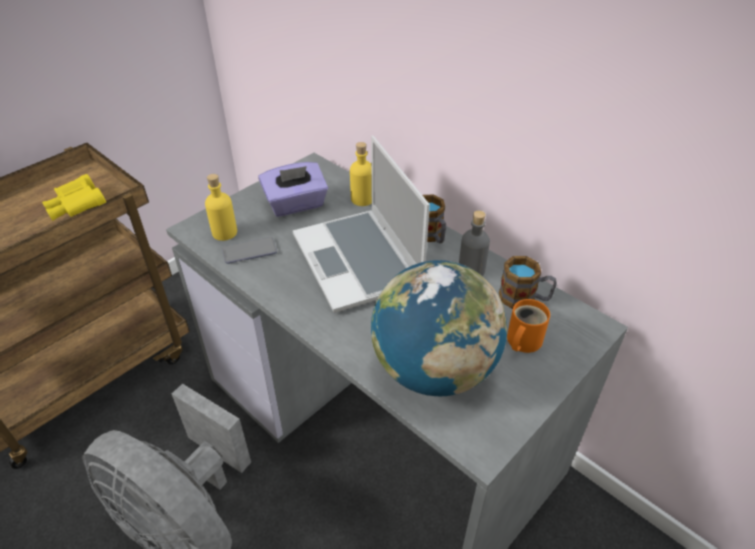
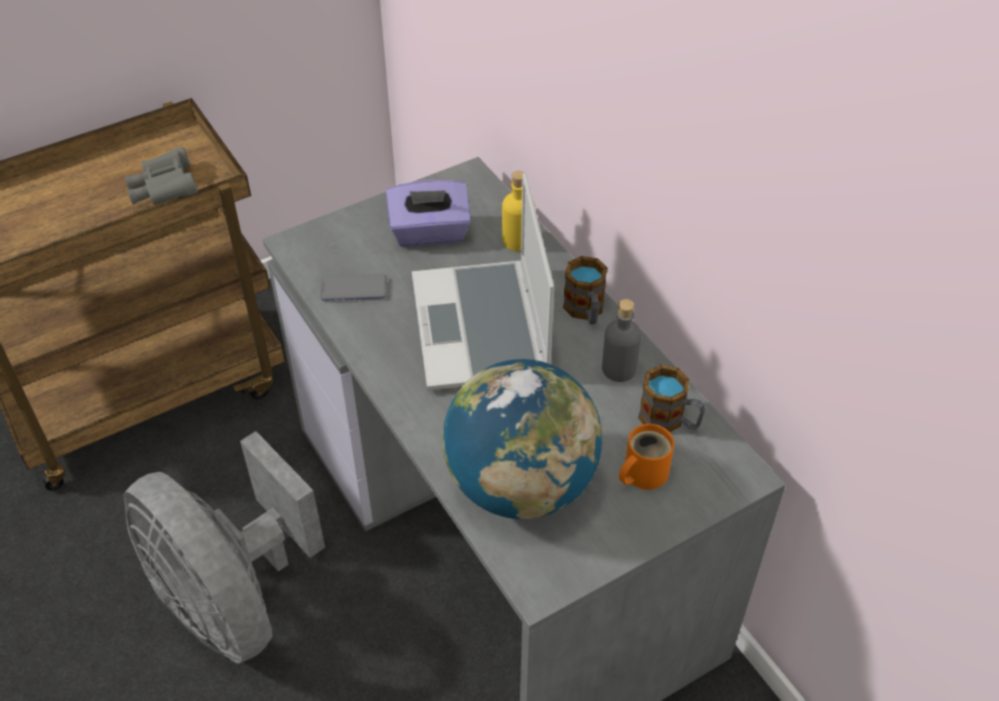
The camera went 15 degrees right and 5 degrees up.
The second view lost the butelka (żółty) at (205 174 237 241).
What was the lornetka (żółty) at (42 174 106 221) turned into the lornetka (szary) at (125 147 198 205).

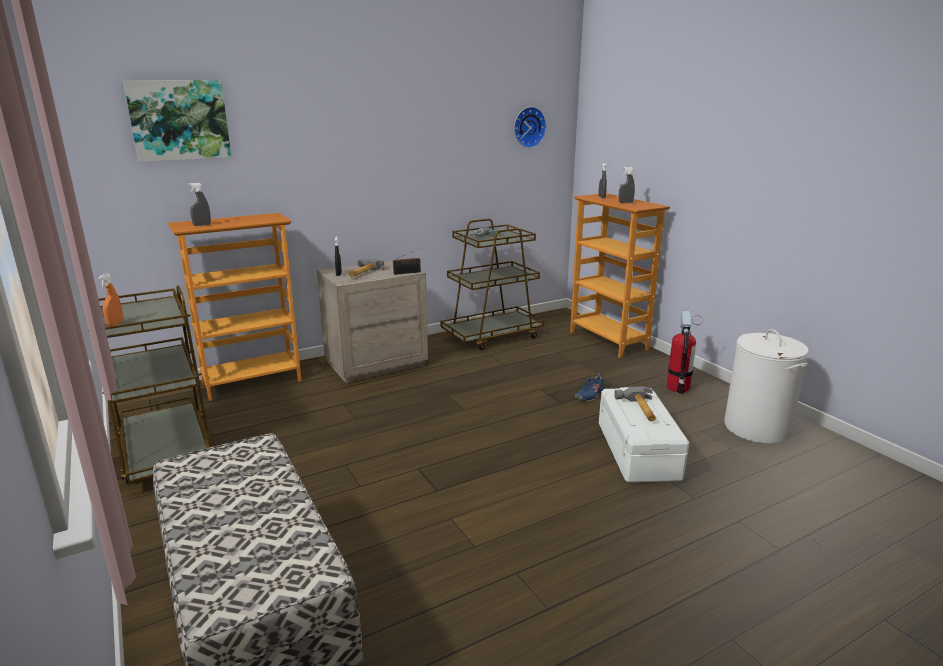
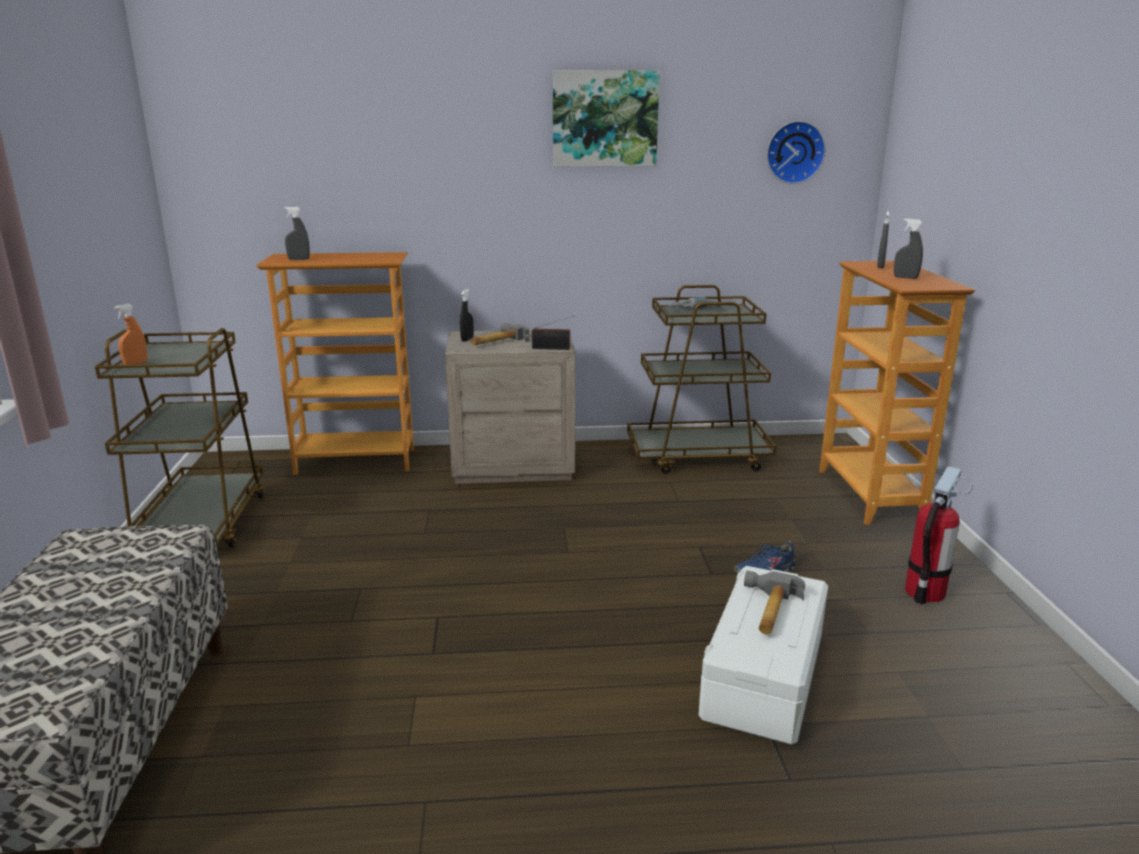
The camera went 25 degrees right and 0 degrees up.
The second view lost the kosz na pranie (biały) at (724 329 809 444).
The obraz ended up elsewhere, having gone from (123 80 231 162) to (552 70 660 167).

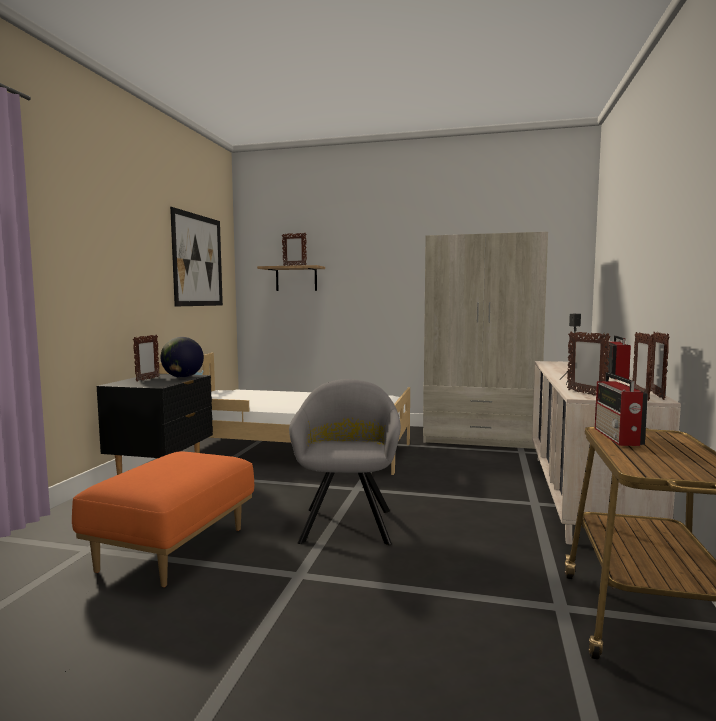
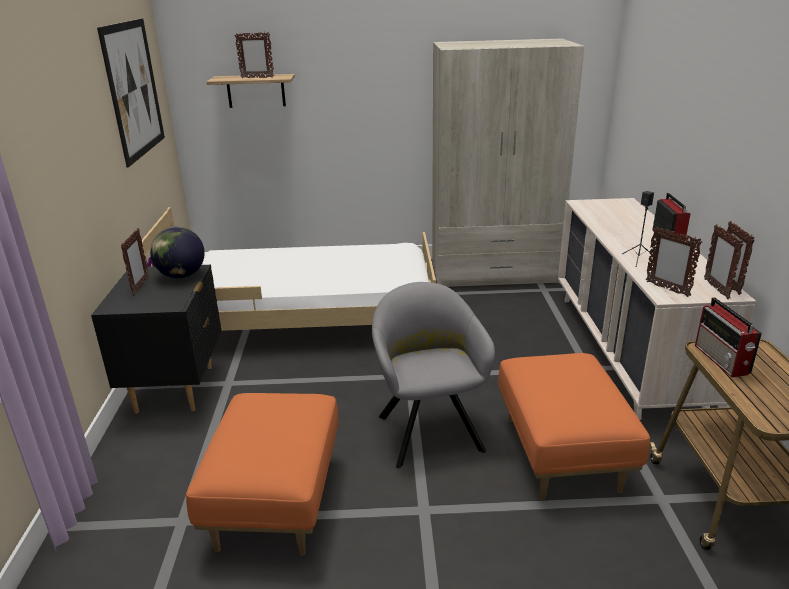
The camera went 15 degrees left and 20 degrees up.
The second view gained the pufa (pomarańczowy) at (498 353 650 500).

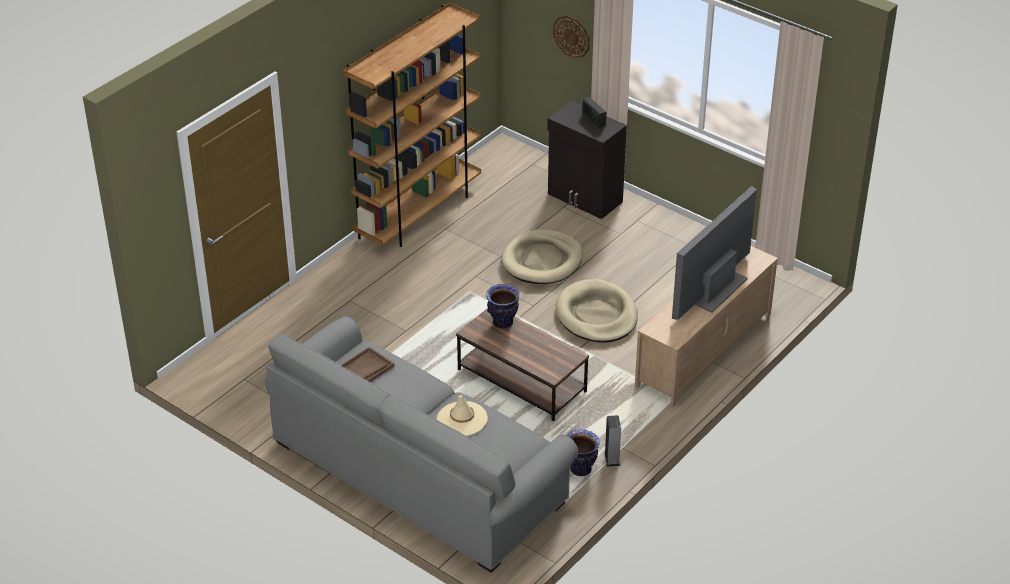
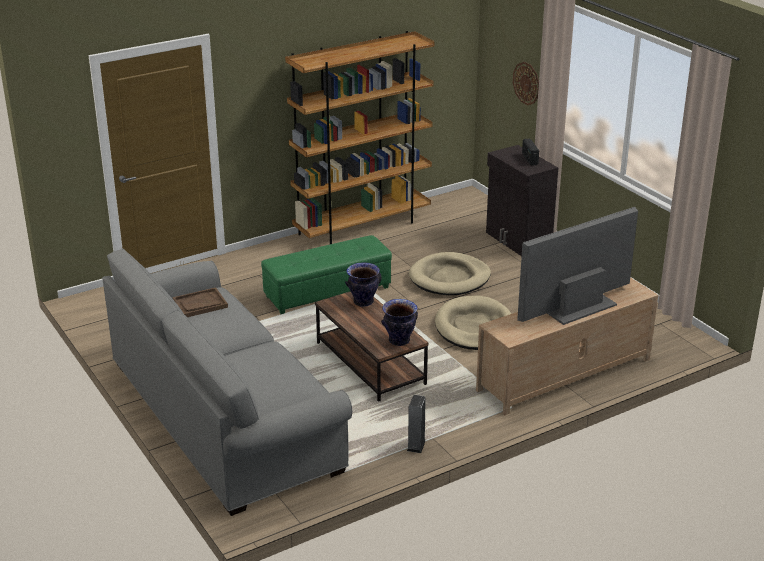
The camera went 20 degrees right and 10 degrees down.
The second view lost the kapelusz (beżowy) at (437 395 488 436).
The second view gained the pufa (zielony) at (261 235 392 314).
The wazon ended up elsewhere, having gone from (567 429 600 476) to (381 299 418 346).

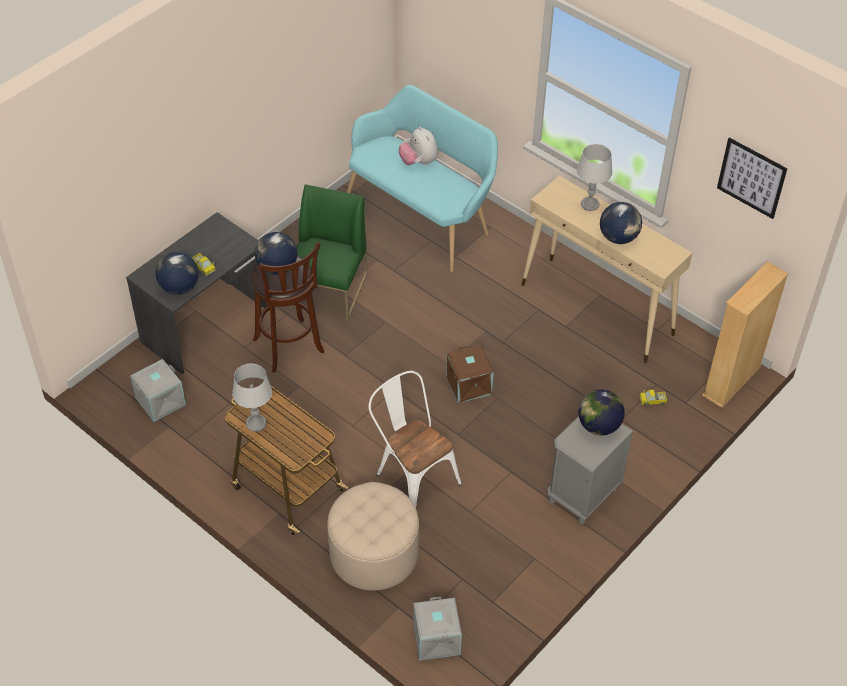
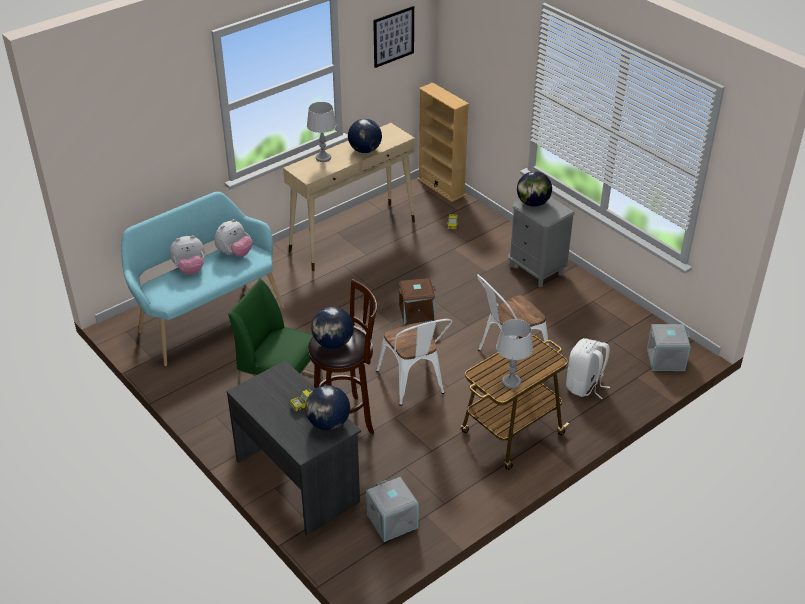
The camera went 80 degrees left and 10 degrees down.
The second view gained the pluszak at (214 219 253 257).
The second view gained the krzesło (biały) at (376 319 452 406).
Where the pufa (beżowy) stood at (327 482 419 591), the plecak (biały) came to stand at (566 338 610 399).

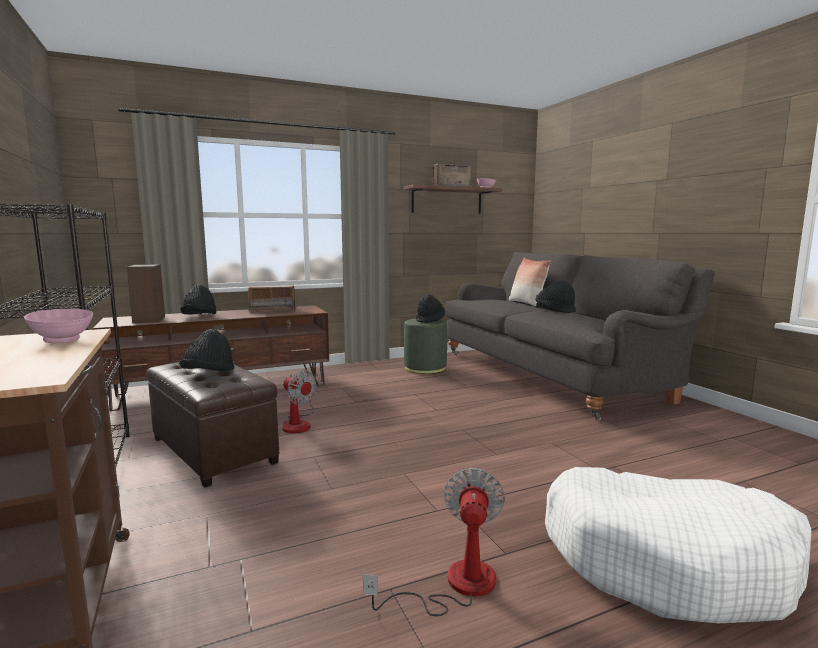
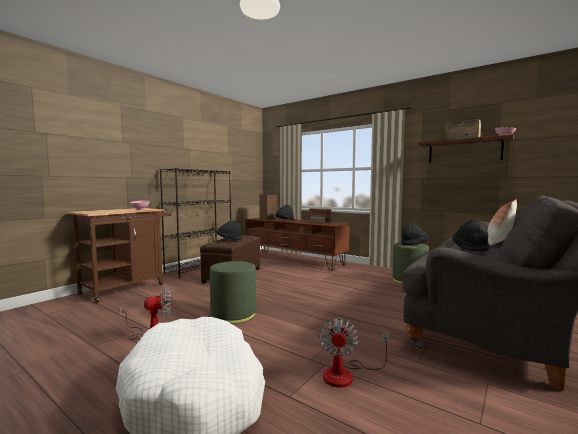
The camera went 60 degrees right and 5 degrees down.
The second view gained the pufa (zielony) at (210 261 256 324).
The wentylator ended up elsewhere, having gone from (282 370 316 434) to (319 318 389 387).

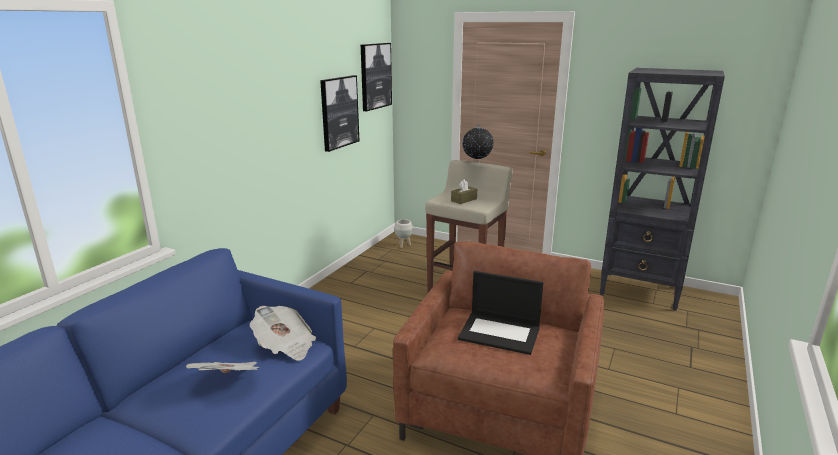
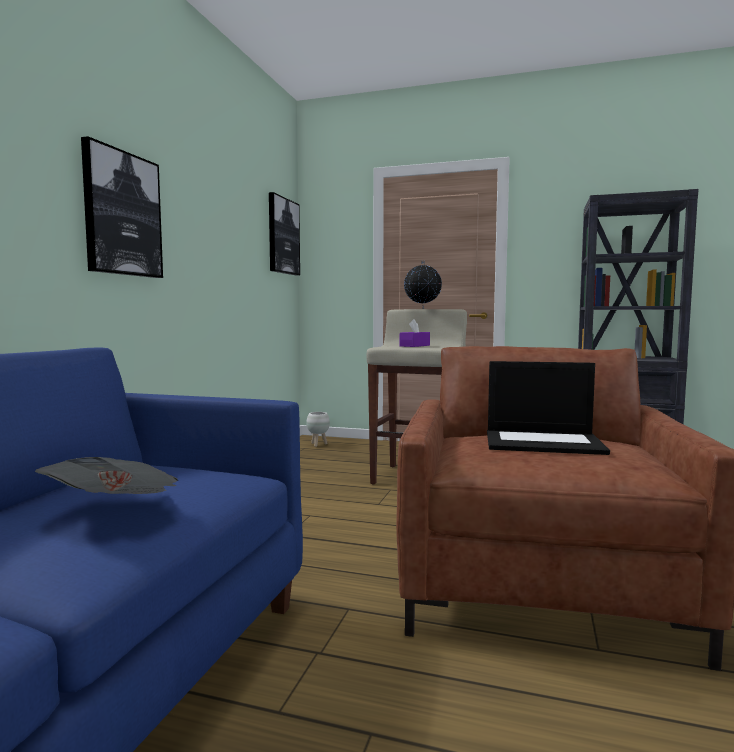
The camera went 10 degrees left and 15 degrees down.
The second view lost the gazeta at (250 306 316 361).
The obraz ended up elsewhere, having gone from (320 75 359 152) to (81 136 163 278).
What was the pudełko chusteczek (brązowy) at (451 179 477 204) turned into the pudełko chusteczek (fioletowy) at (400 319 430 347).

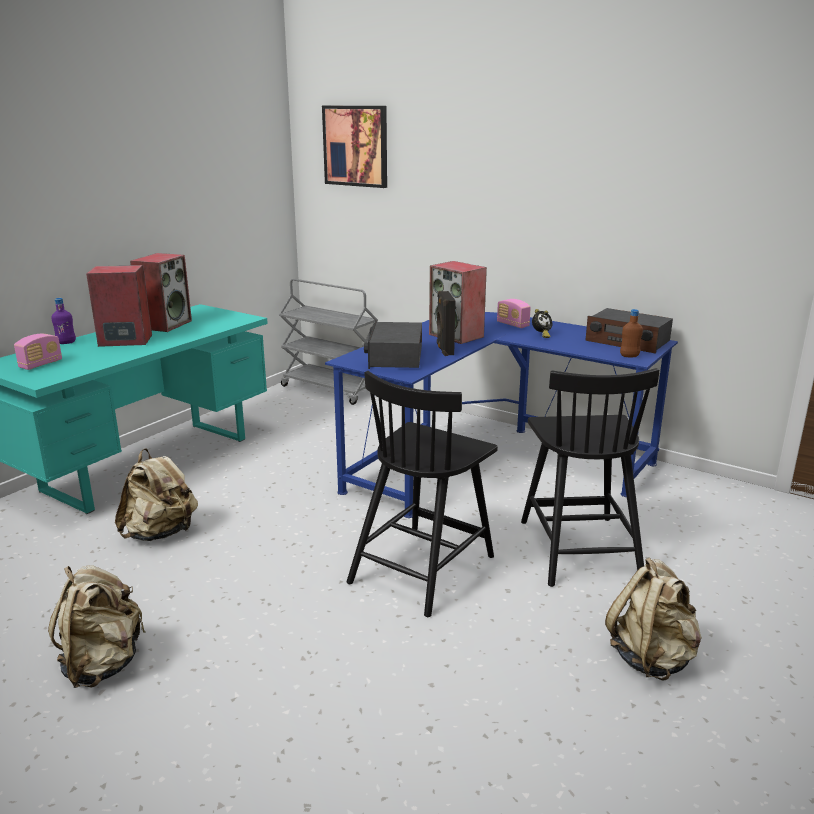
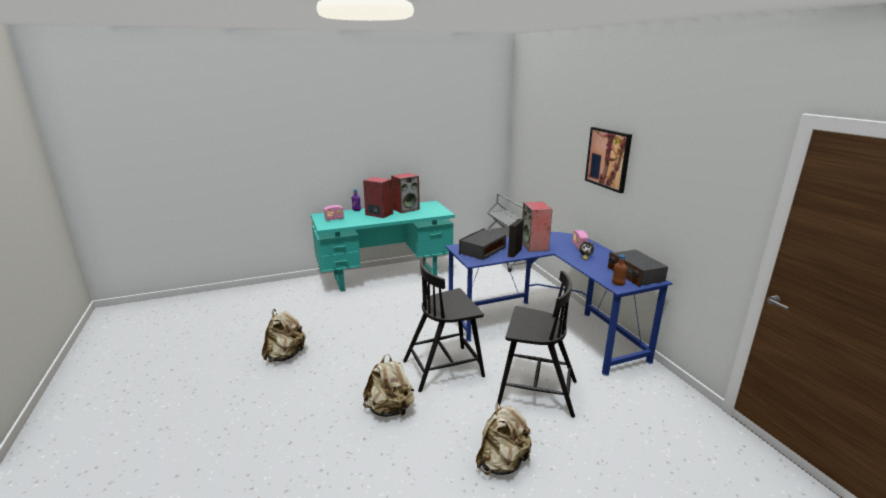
The camera went 35 degrees right and 0 degrees up.
The plecak (beżowy) ended up elsewhere, having gone from (115 449 198 541) to (363 354 414 417).
The obraz ended up elsewhere, having gone from (322 106 387 188) to (585 127 632 193).
The krzesło (czarny) at (521 368 660 587) ended up facing another way, 105 degrees counterclockwise from before.

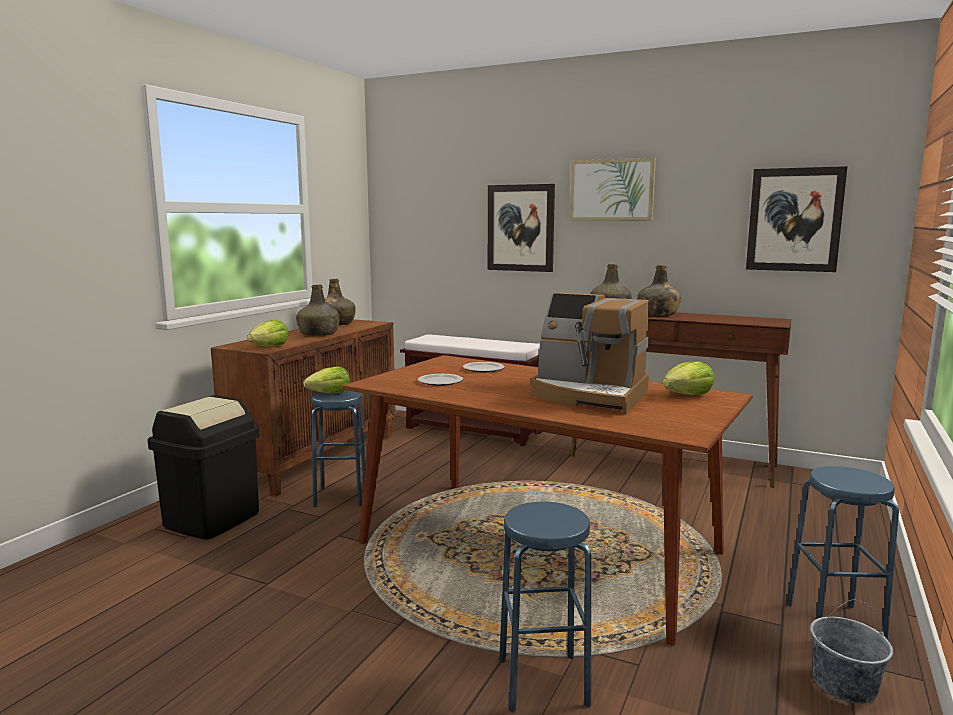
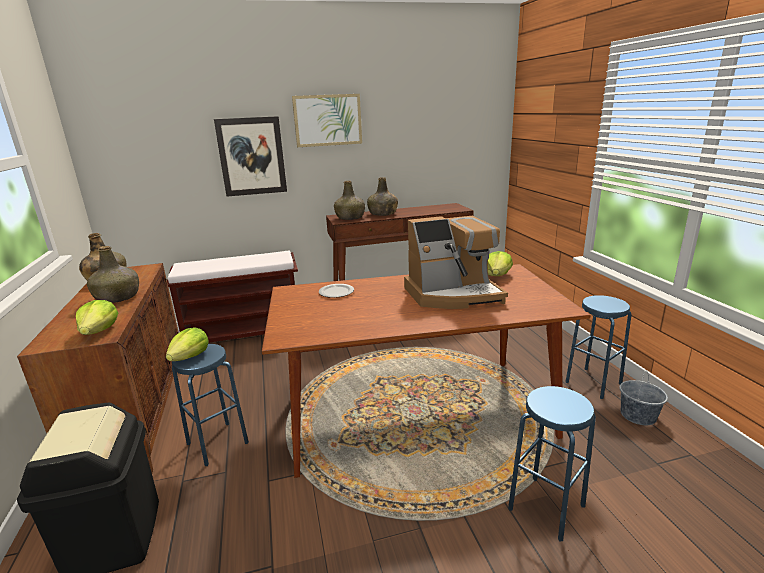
The camera went 40 degrees left and 10 degrees up.
The second view lost the talerz at (418 374 463 386).
The second view lost the obraz at (746 166 847 272).

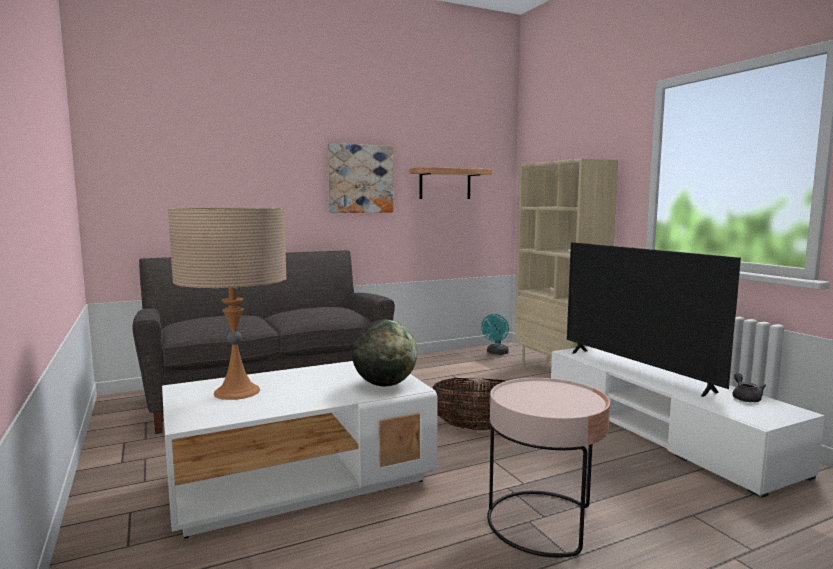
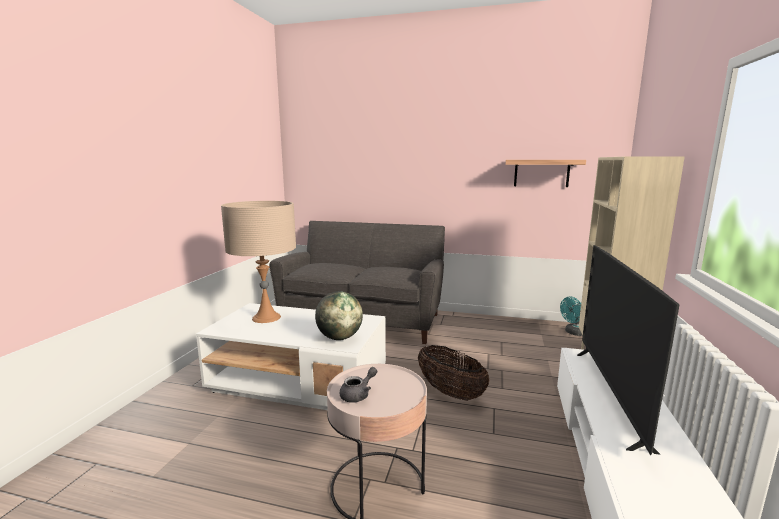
The camera went 40 degrees right and 5 degrees up.
The second view lost the obraz at (328 143 393 213).
The imbryk (szary) ended up elsewhere, having gone from (732 373 766 402) to (340 367 377 403).

